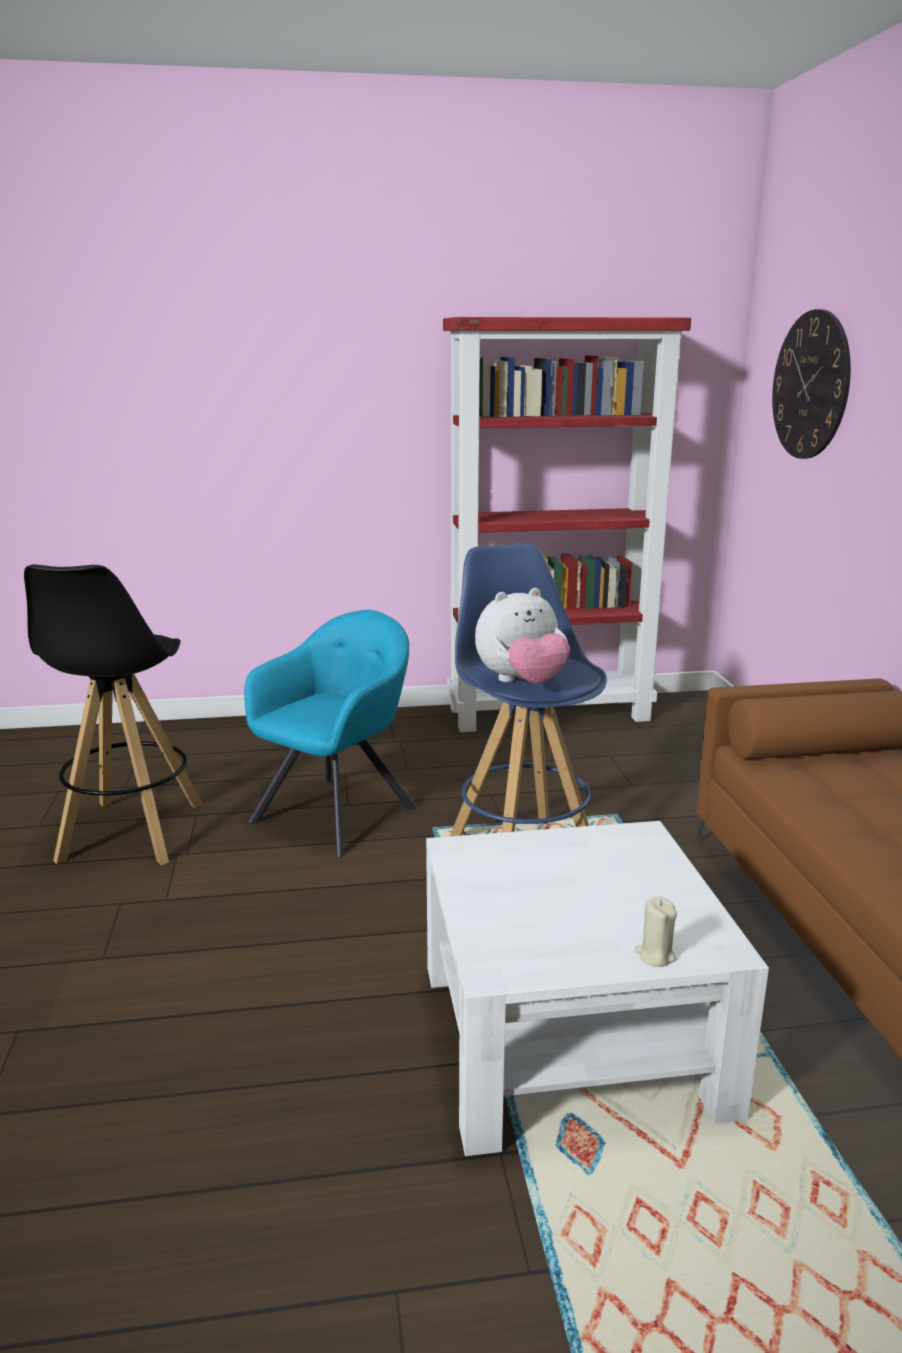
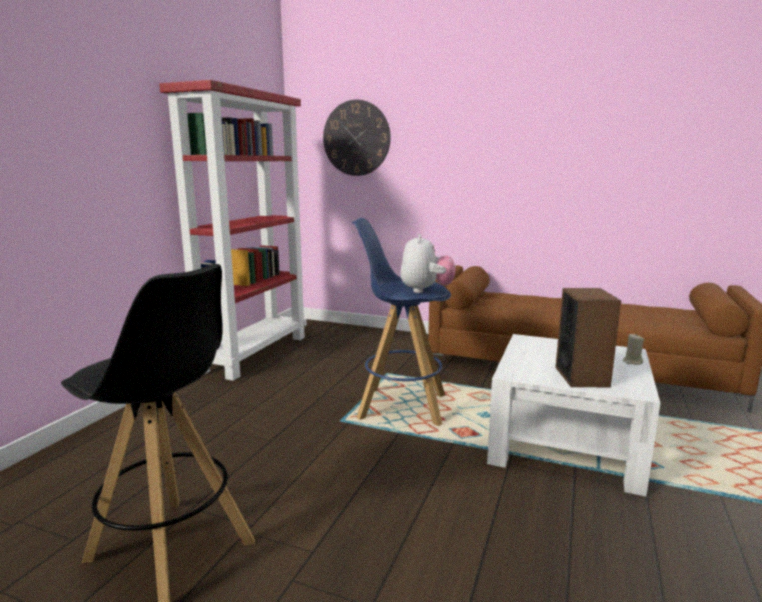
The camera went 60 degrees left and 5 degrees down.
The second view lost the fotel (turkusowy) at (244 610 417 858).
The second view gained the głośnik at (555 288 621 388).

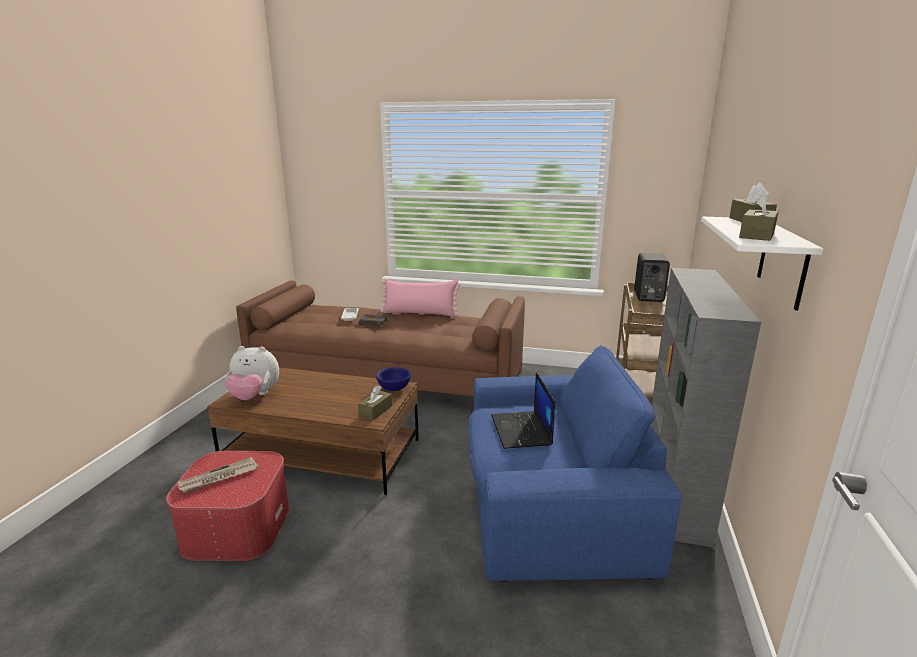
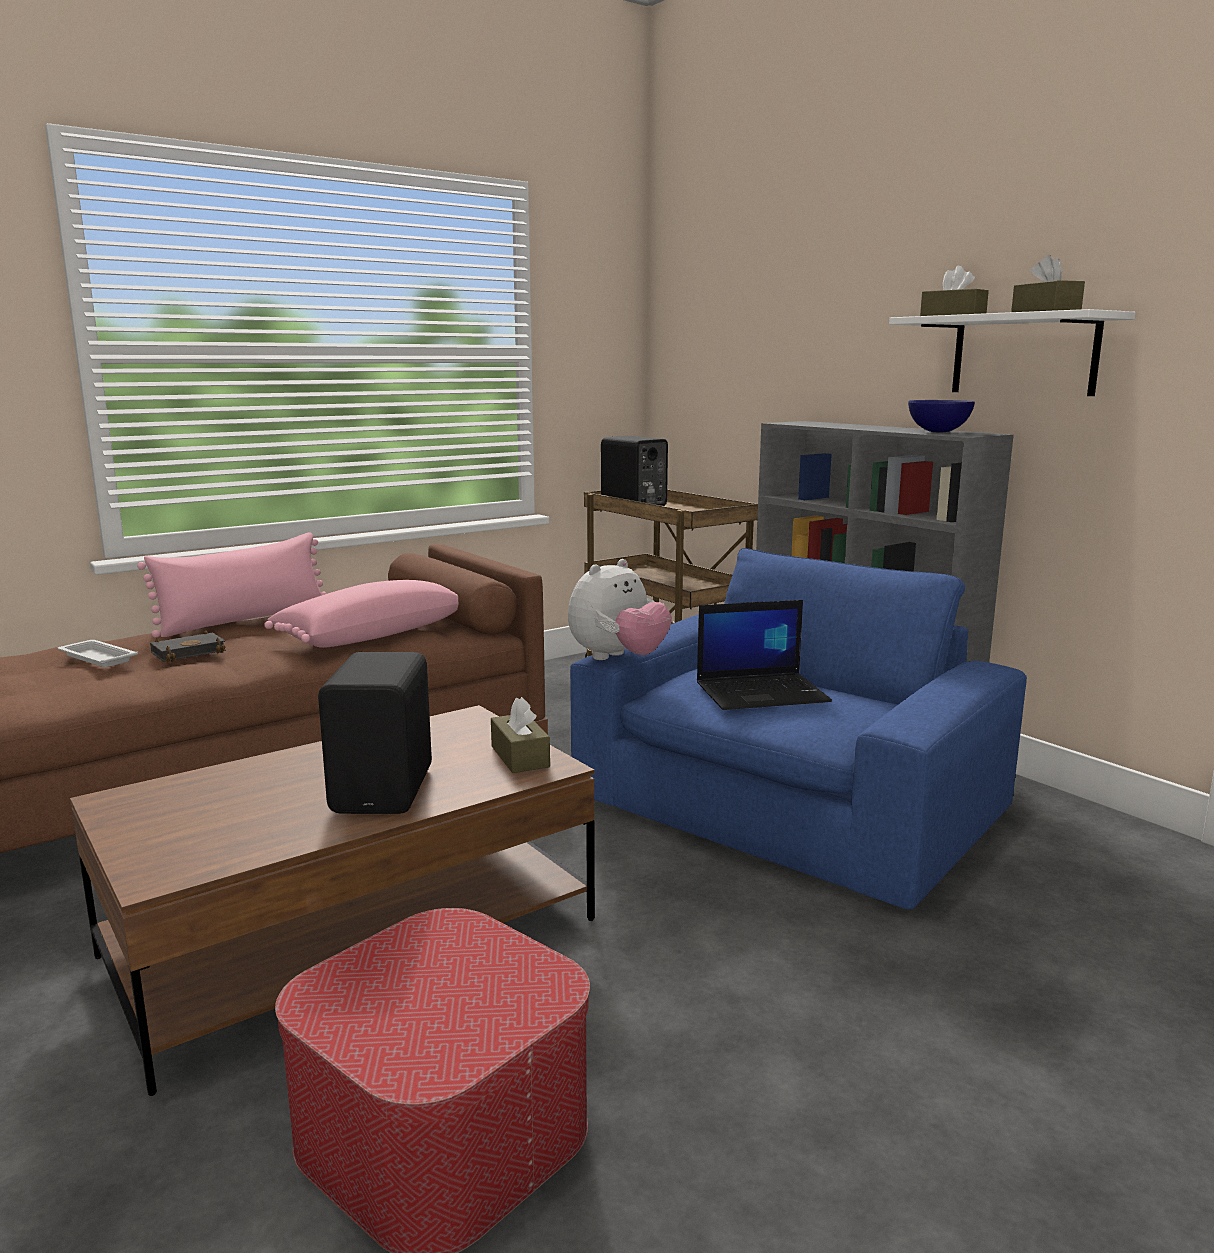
The camera went 50 degrees left and 5 degrees down.
The second view lost the gazeta at (178 457 258 494).
The second view gained the poduszka (różowy) at (264 580 458 648).
The second view gained the głośnik (czarny) at (318 652 432 814).
The pluszak ended up elsewhere, having gone from (225 346 279 400) to (568 559 672 660).
The miska (niebieski) ended up elsewhere, having gone from (376 367 411 391) to (908 400 975 432).
The laptop at (491 372 555 449) ended up facing another way, 45 degrees counterclockwise from before.

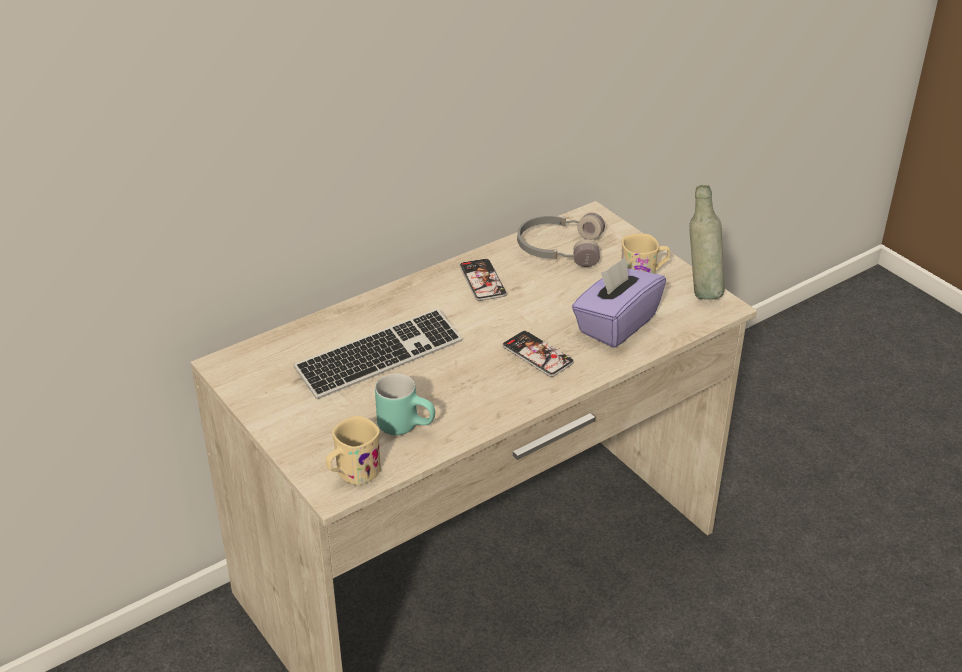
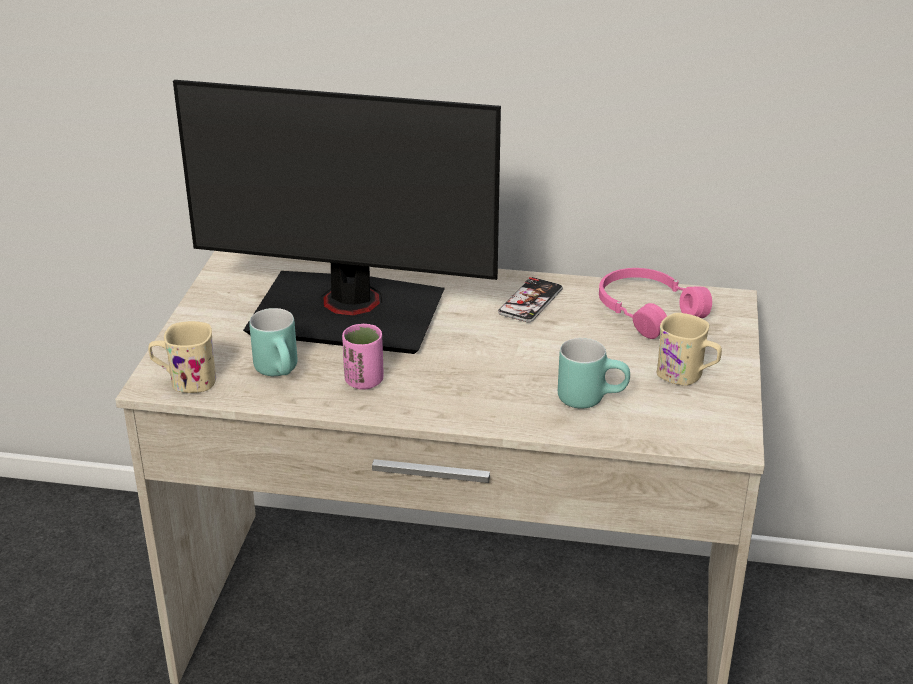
The camera went 45 degrees right and 5 degrees down.
The second view lost the telefon at (502 331 574 377).
The second view lost the butelka (szary) at (689 185 725 299).
The second view gained the filiżanka (różowy) at (342 324 383 390).
Where the klawiatura stood at (294 309 462 399), the monitor came to stand at (173 80 501 354).
Where the pudełko chusteczek (fioletowy) stood at (572 256 666 348), the kubek (turkusowy) came to stand at (558 338 630 409).
What was the słuchawki (szary) at (517 213 605 267) turned into the słuchawki (różowy) at (599 268 712 339).

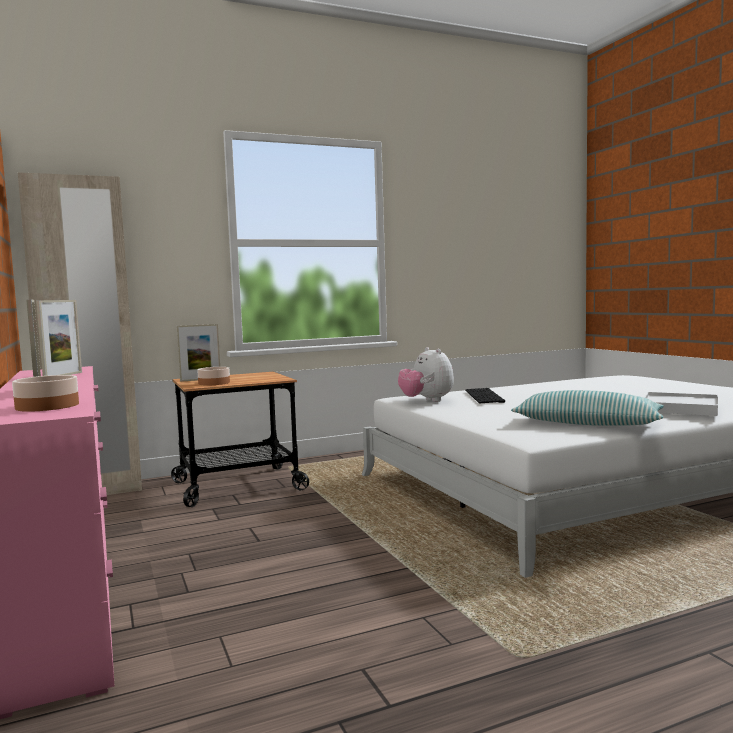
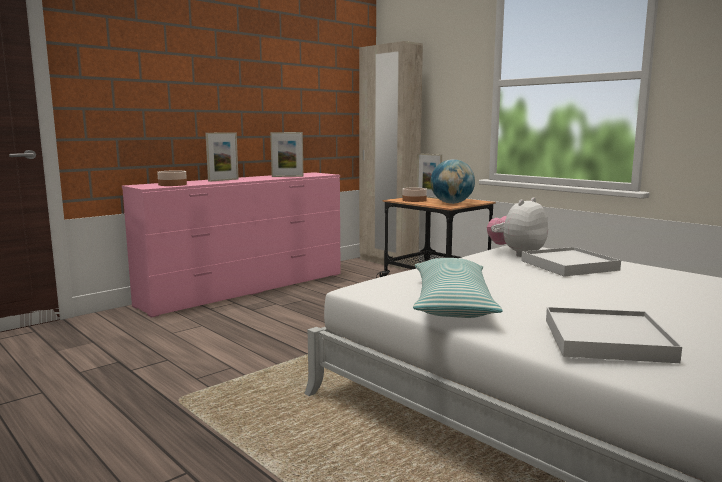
The camera went 70 degrees right and 5 degrees up.
The second view gained the globus at (430 159 475 204).
Where the klawiatura stood at (465 388 505 403), the taca (biały) came to stand at (521 247 621 277).

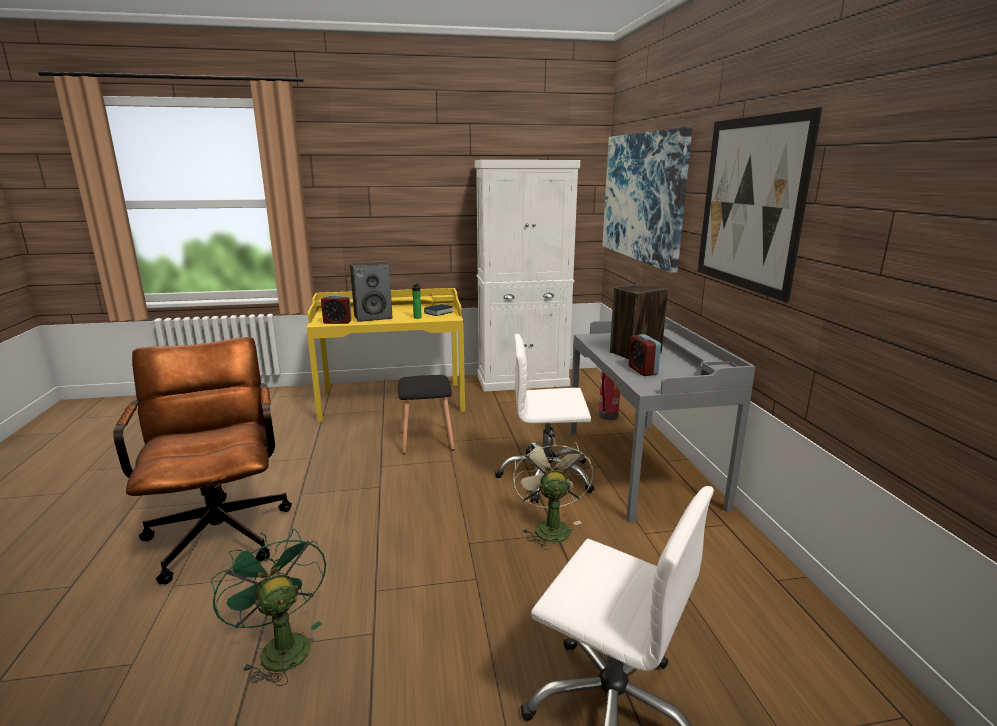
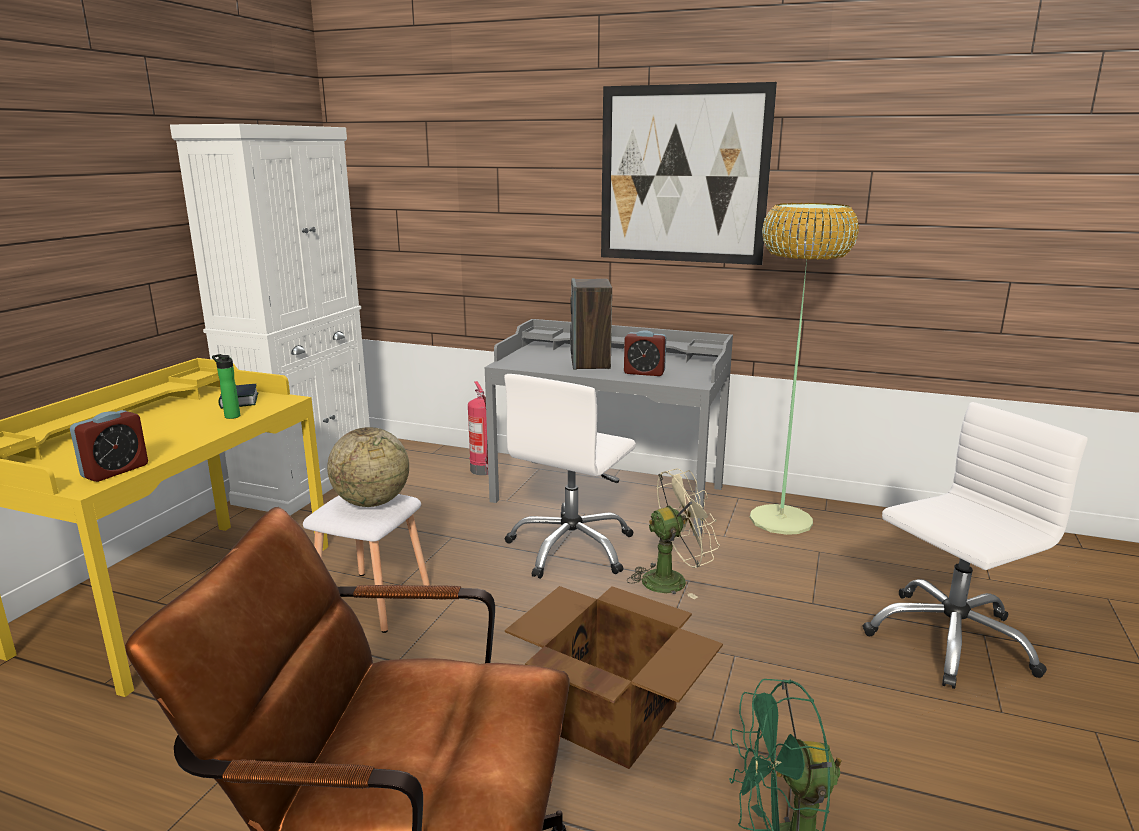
The camera went 60 degrees left and 0 degrees up.
The second view lost the głośnik at (350 261 392 322).
The second view lost the obraz at (602 127 692 273).
The second view gained the globus at (327 427 409 507).
The second view gained the karton at (505 586 723 769).
The second view gained the lampa stojąca at (749 203 859 535).
What was the stołek (czarny) at (398 375 455 454) turned into the stołek (biały) at (303 494 430 633).
The wentylator (beżowy) at (513 437 593 550) ended up facing another way, 135 degrees clockwise from before.

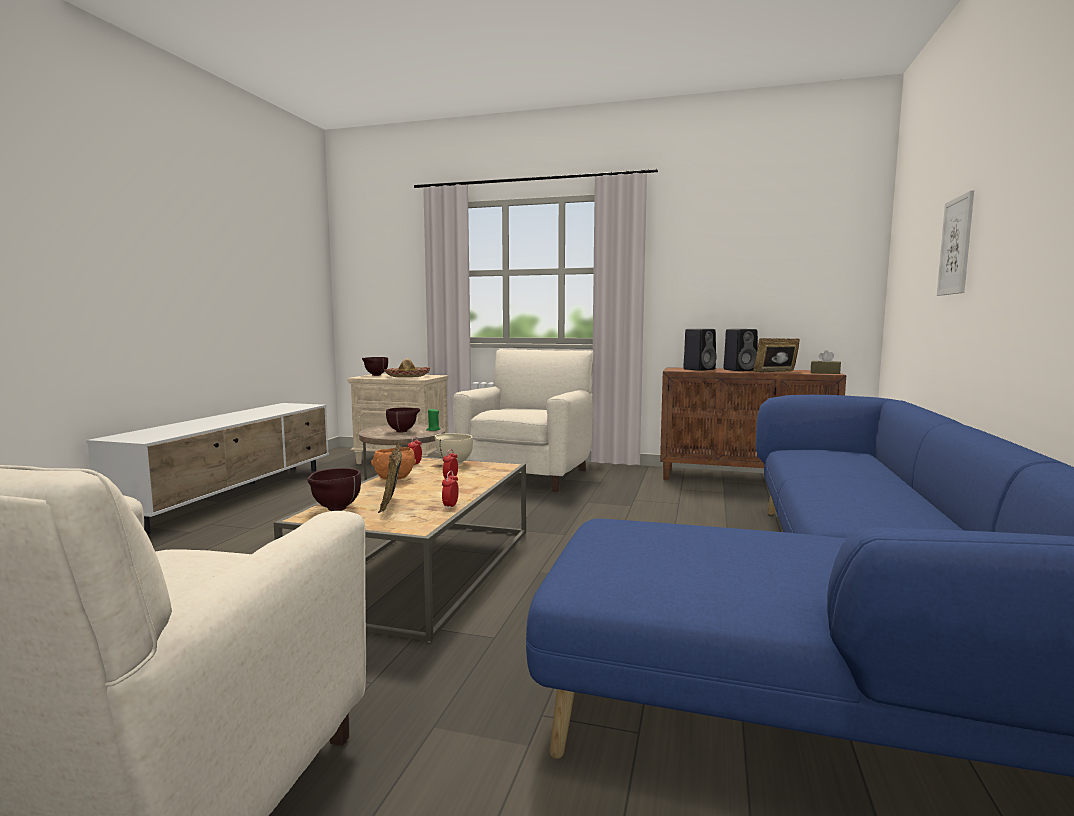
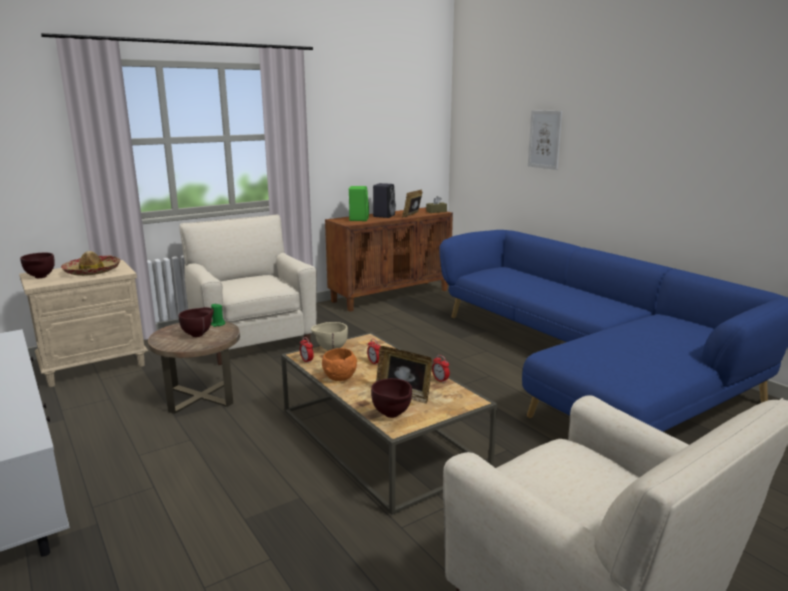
The camera went 50 degrees left and 10 degrees up.
What was the głośnik (czarny) at (683 329 716 371) turned into the głośnik (zielony) at (349 186 369 221).

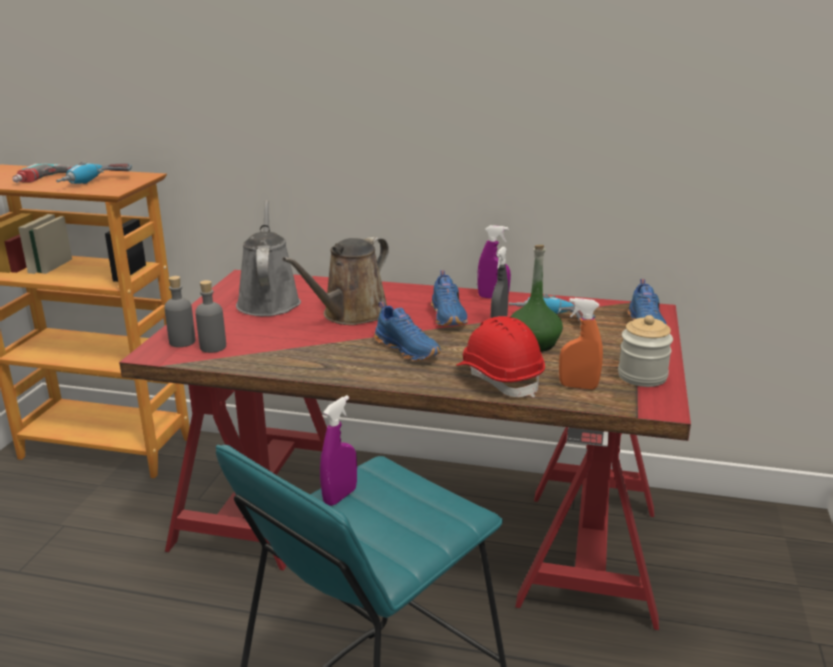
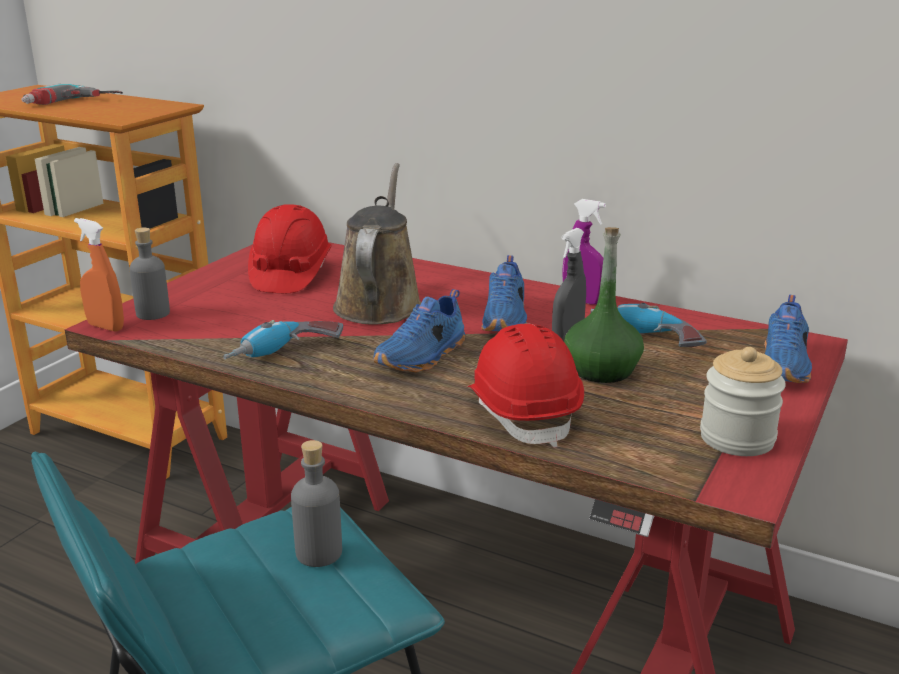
The camera went 15 degrees right and 0 degrees up.
The second view lost the spryskiwacz (fioletowy) at (320 395 357 506).
The wiertarka ended up elsewhere, having gone from (56 162 132 184) to (223 320 343 359).
The butelka (szary) ended up elsewhere, having gone from (195 280 226 353) to (291 440 342 567).
The spryskiwacz (pomarańczowy) ended up elsewhere, having gone from (559 298 603 389) to (74 218 124 332).
Where the konewka (szary) stood at (236 200 301 316), the kask (czerwony) came to stand at (248 204 332 293).
The konewka (brązowy) at (282 236 389 325) ended up facing another way, 135 degrees clockwise from before.
The but (niebieski) at (374 302 441 361) ended up facing another way, 60 degrees clockwise from before.

